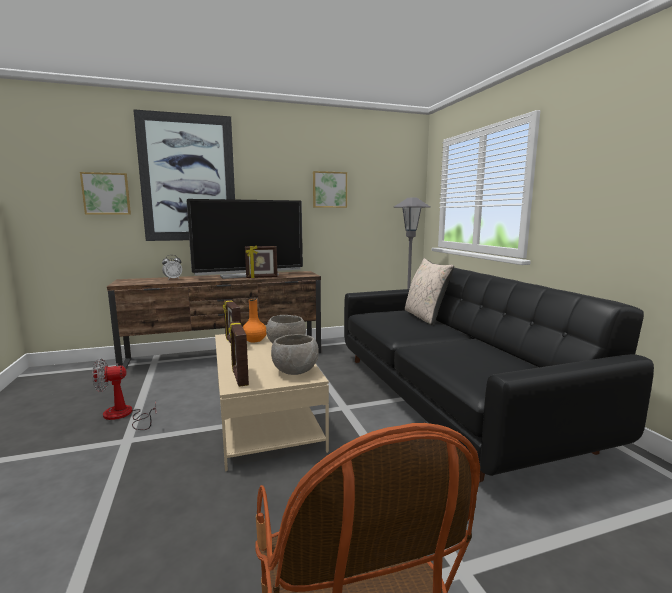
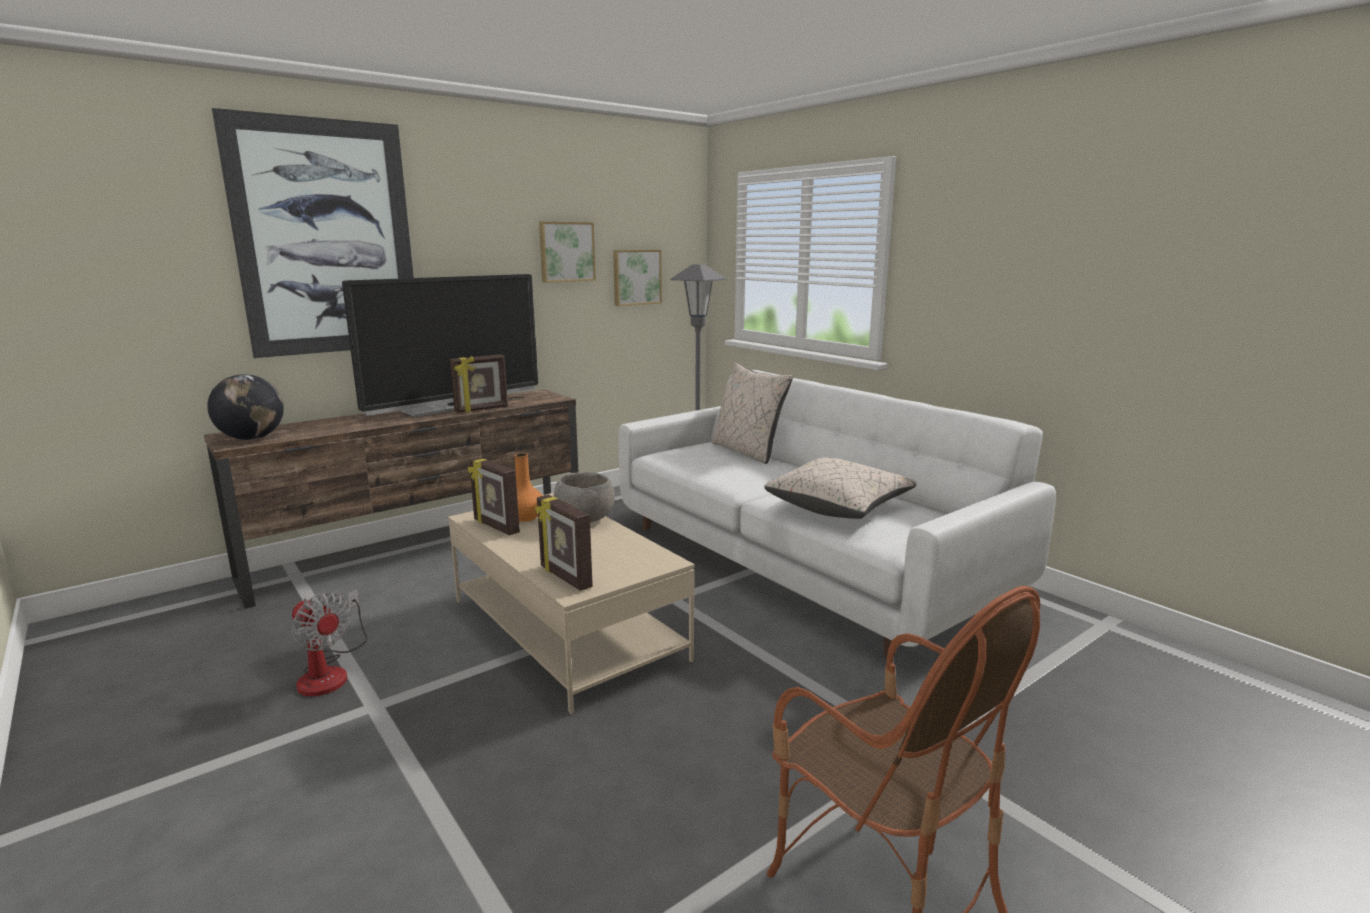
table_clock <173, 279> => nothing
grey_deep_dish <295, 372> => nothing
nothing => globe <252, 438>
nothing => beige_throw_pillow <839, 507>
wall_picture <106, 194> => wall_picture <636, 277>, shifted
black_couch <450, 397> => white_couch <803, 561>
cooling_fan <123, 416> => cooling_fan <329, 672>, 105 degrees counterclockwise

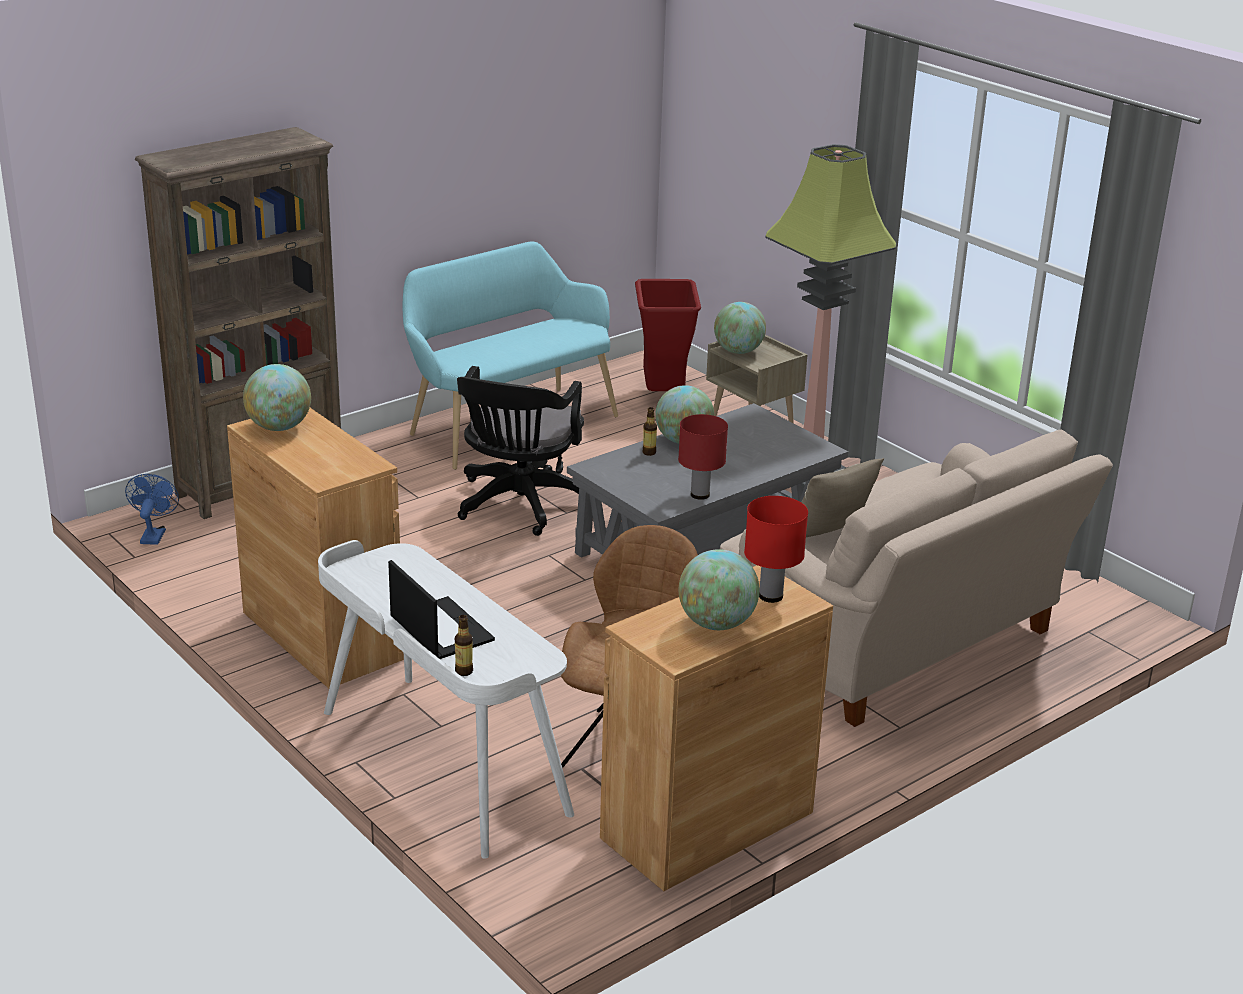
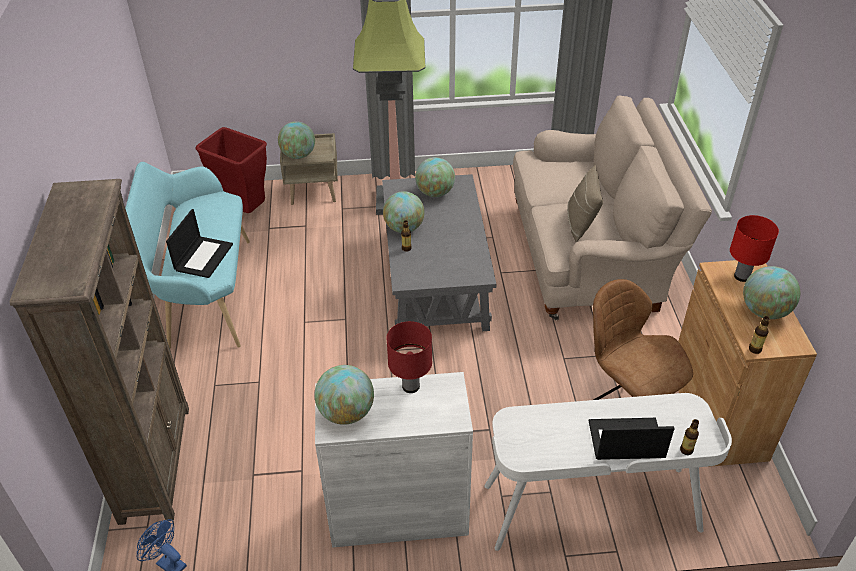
black_desk_chair <519, 506> => nothing
nothing => notebook_computer <203, 257>
nothing => globe <435, 193>
nothing => beverage_bottle <755, 349>
red-coloured_table_lamp <700, 495> => red-coloured_table_lamp <411, 386>, shifted
brown_cupboard <322, 635> => white_cupboard <398, 511>

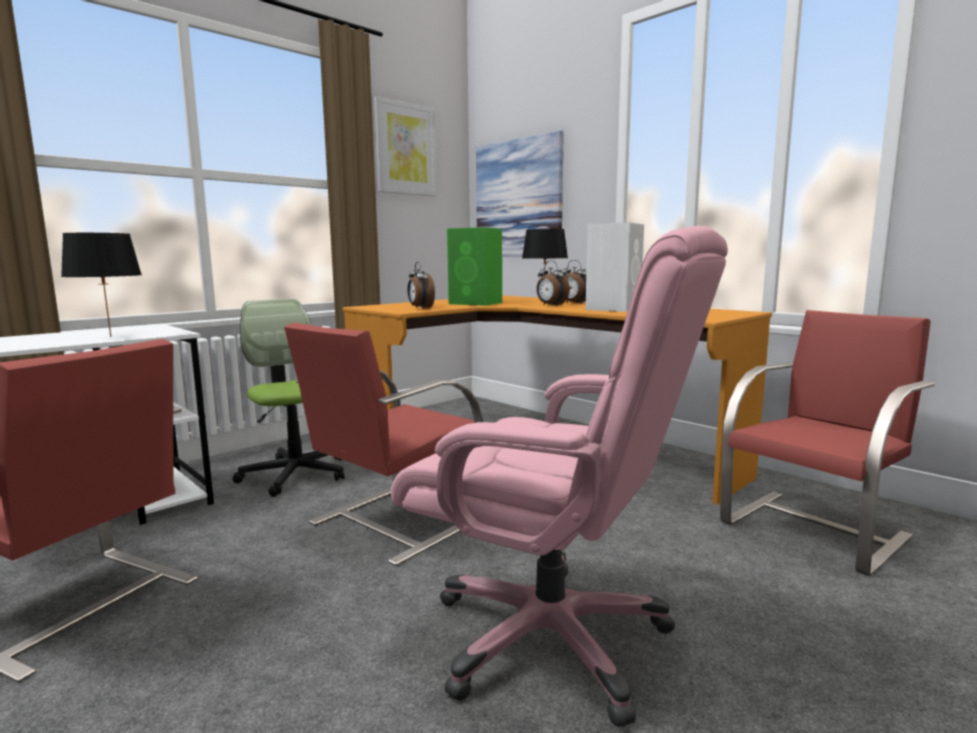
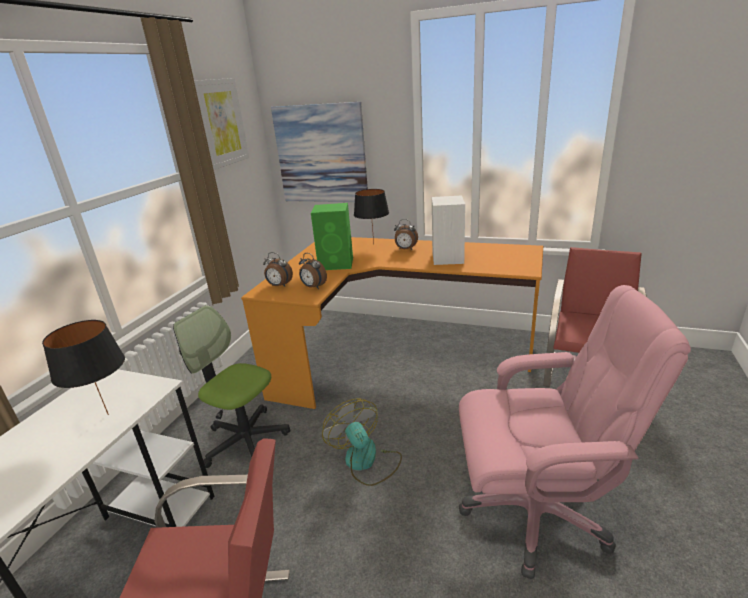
table_clock <551, 305> => table_clock <279, 286>, shifted
red-coloured_chair <391, 523> => cooling_fan <366, 461>

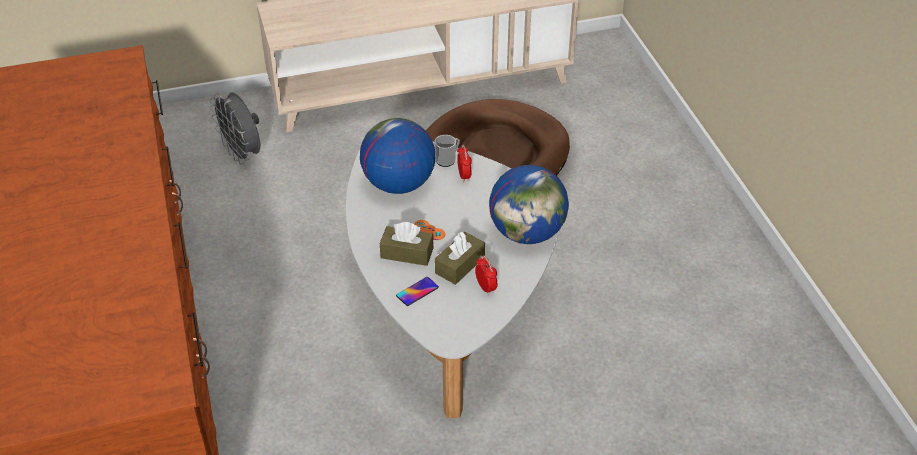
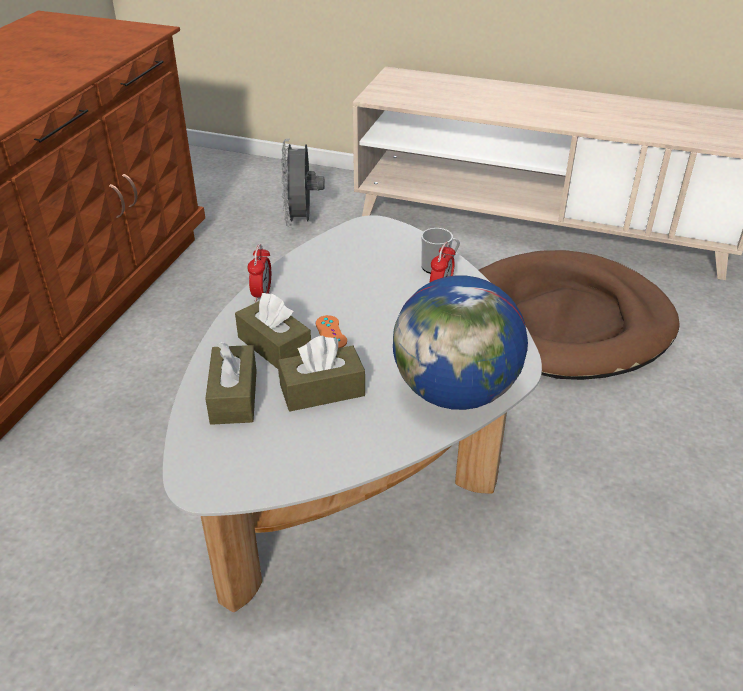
globe <398, 184> => nothing
table_clock <486, 287> => table_clock <262, 294>, shifted
handset <417, 291> => brown_tissue_box <234, 396>

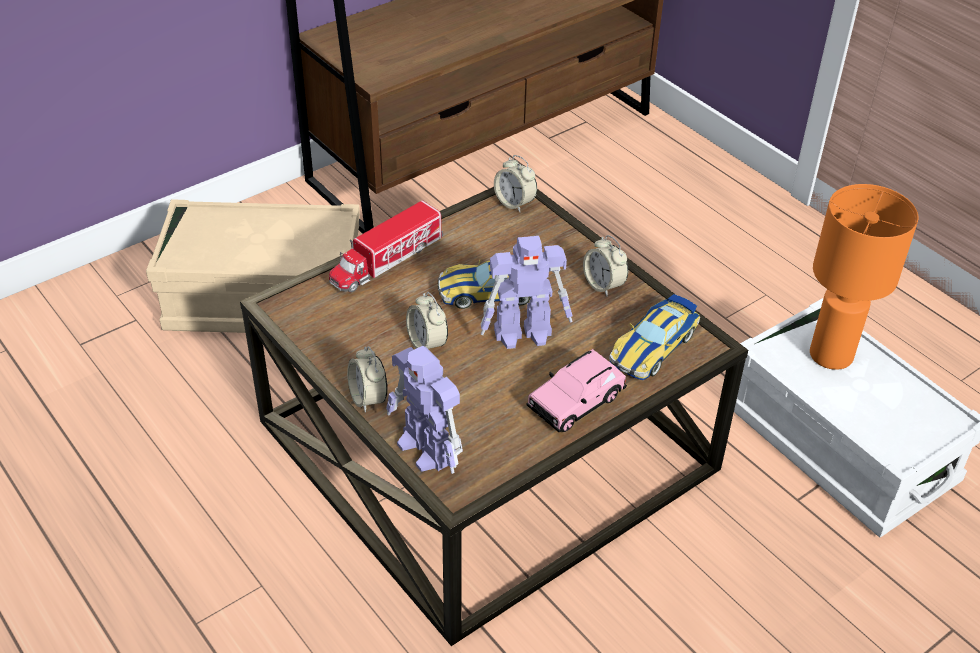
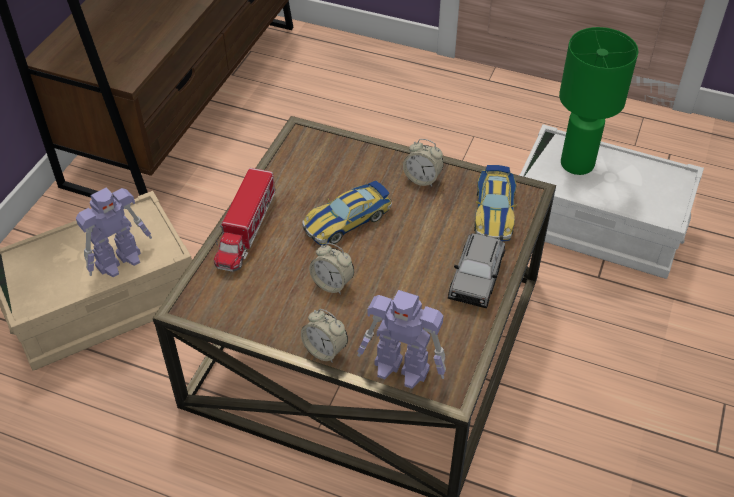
table_clock <514, 203> => nothing
robot_figure <524, 333> => robot_figure <120, 260>, shifted
pinkish_miniature_car <576, 402> => grey_miniature_car <476, 279>
orangey_table_lamp <830, 354> => green_table_lamp <576, 163>

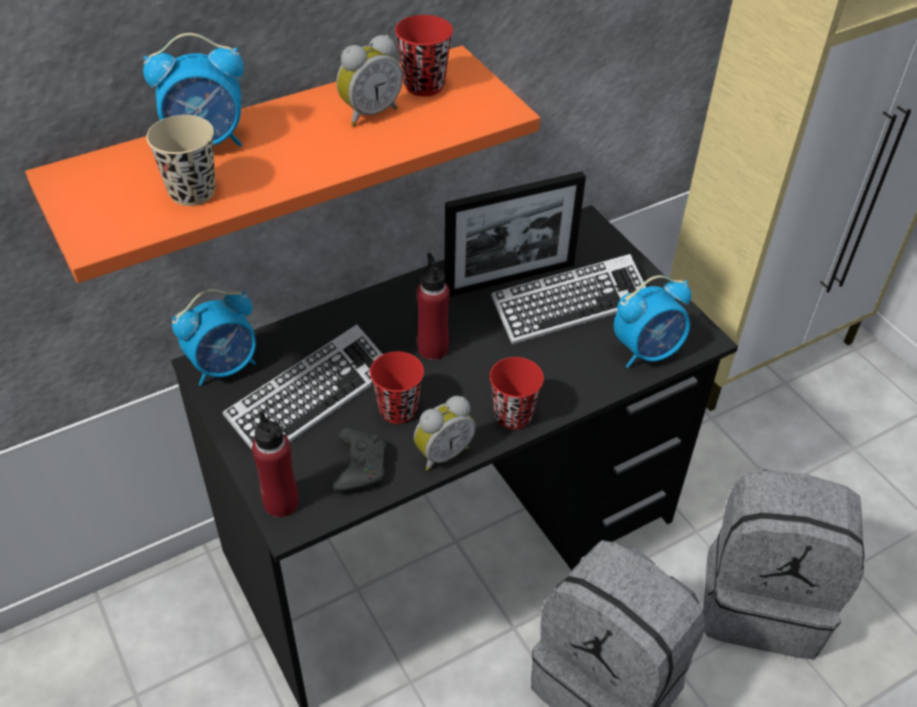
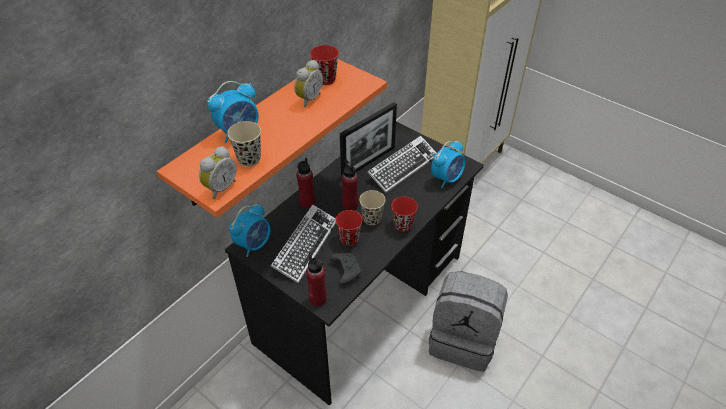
grey_backpack <762, 600> => nothing
nothing => red-coloured_beverage_bottle <307, 202>
nothing => beige_cup <372, 218>
table_clock <442, 453> => table_clock <220, 188>, shifted

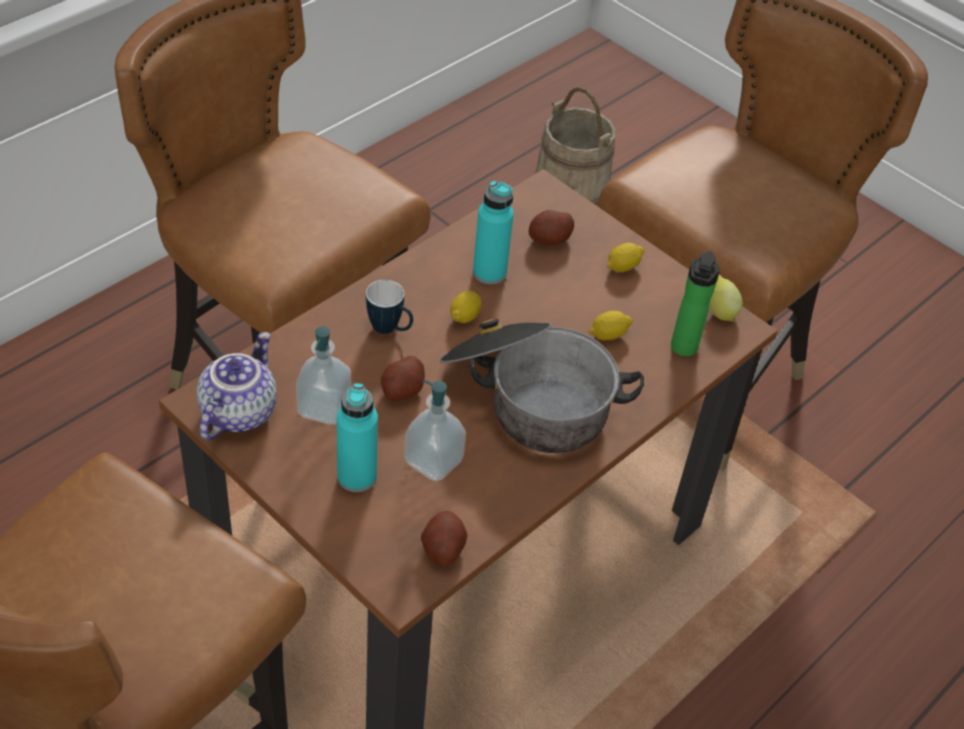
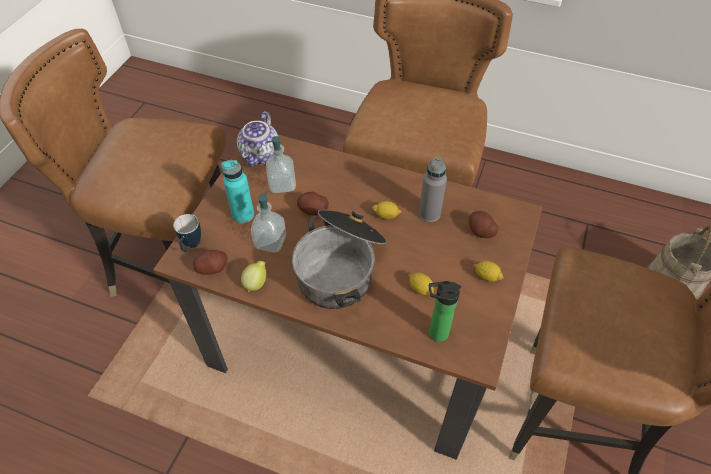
coffee_mug <390, 330> => coffee_mug <191, 246>, shifted
citrus_fruit <719, 311> => citrus_fruit <256, 283>, shifted
turquoise_beverage_bottle <489, 272> => grey_beverage_bottle <429, 213>
teapot <237, 411> => teapot <261, 155>, 105 degrees clockwise

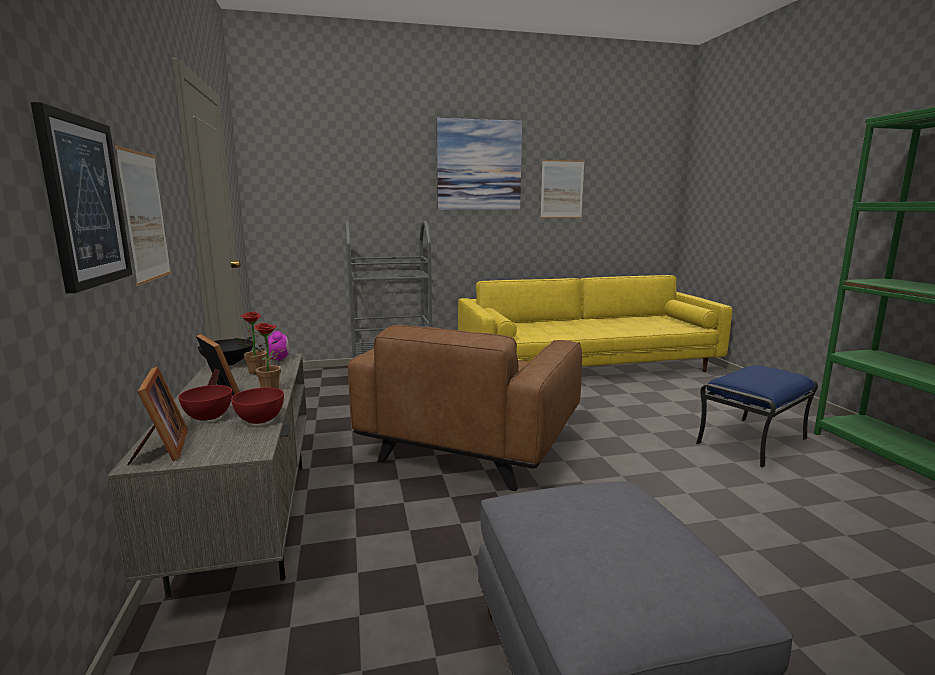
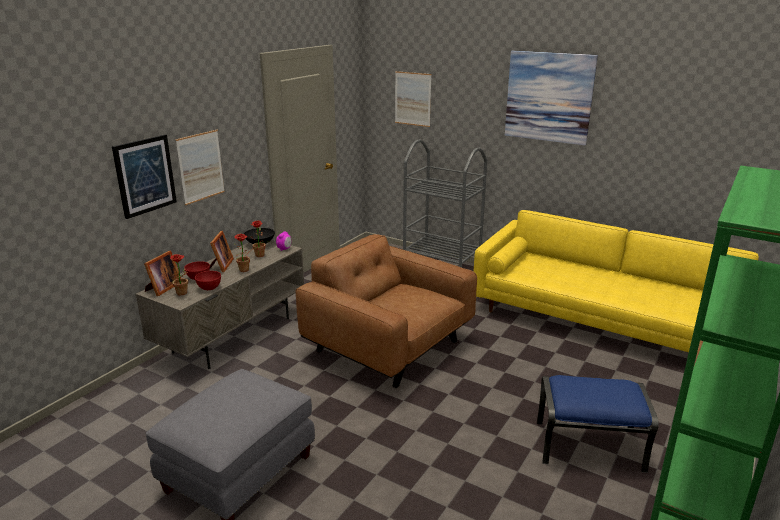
nothing => plant_in_a_pot <184, 293>
wall_picture <562, 189> => wall_picture <412, 99>, shifted
brown_easy_chair <471, 445> => brown_easy_chair <388, 346>, 60 degrees clockwise

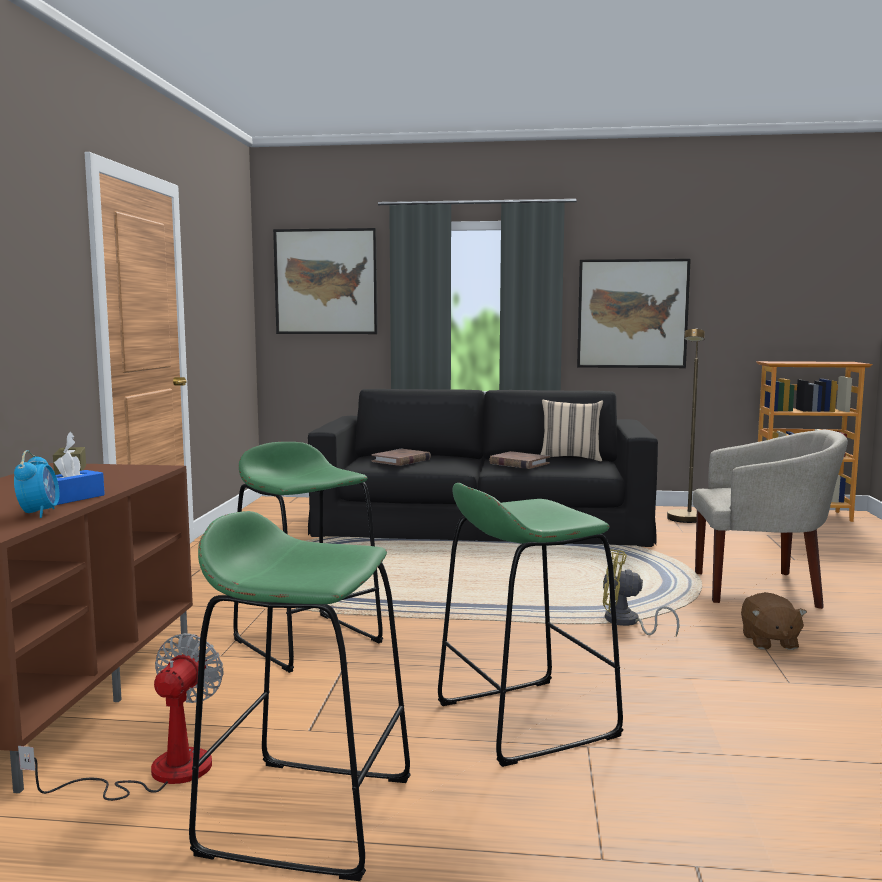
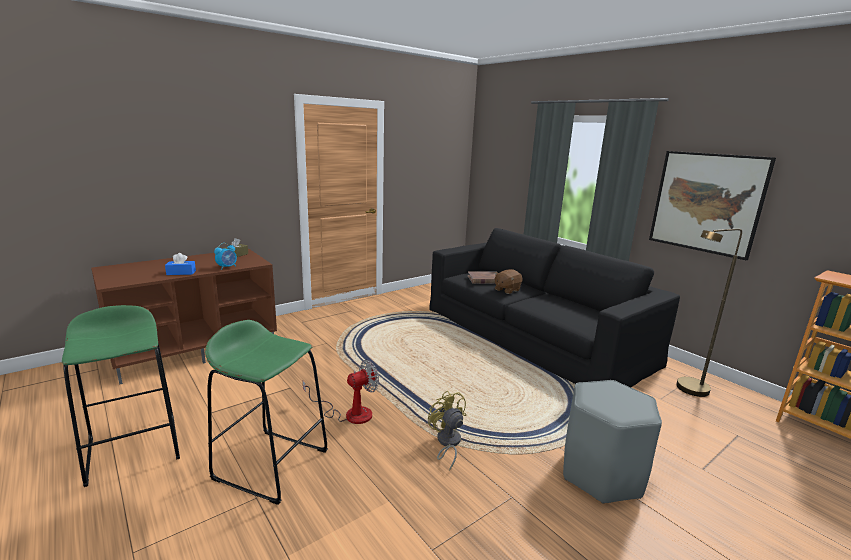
green_sitting_stool <308, 640> => nothing
wall_picture <326, 282> => nothing
brown_book <519, 463> => nothing
beige_throw_pillow <570, 458> => nothing
table_clock <39, 513> => table_clock <227, 267>, shifted
cooling_fan <157, 773> => cooling_fan <349, 413>, shifted
brown_plush_toy <769, 642> => brown_plush_toy <506, 290>, shifted
beige_easy_chair <760, 588> => grey_sitting_stool <601, 475>

